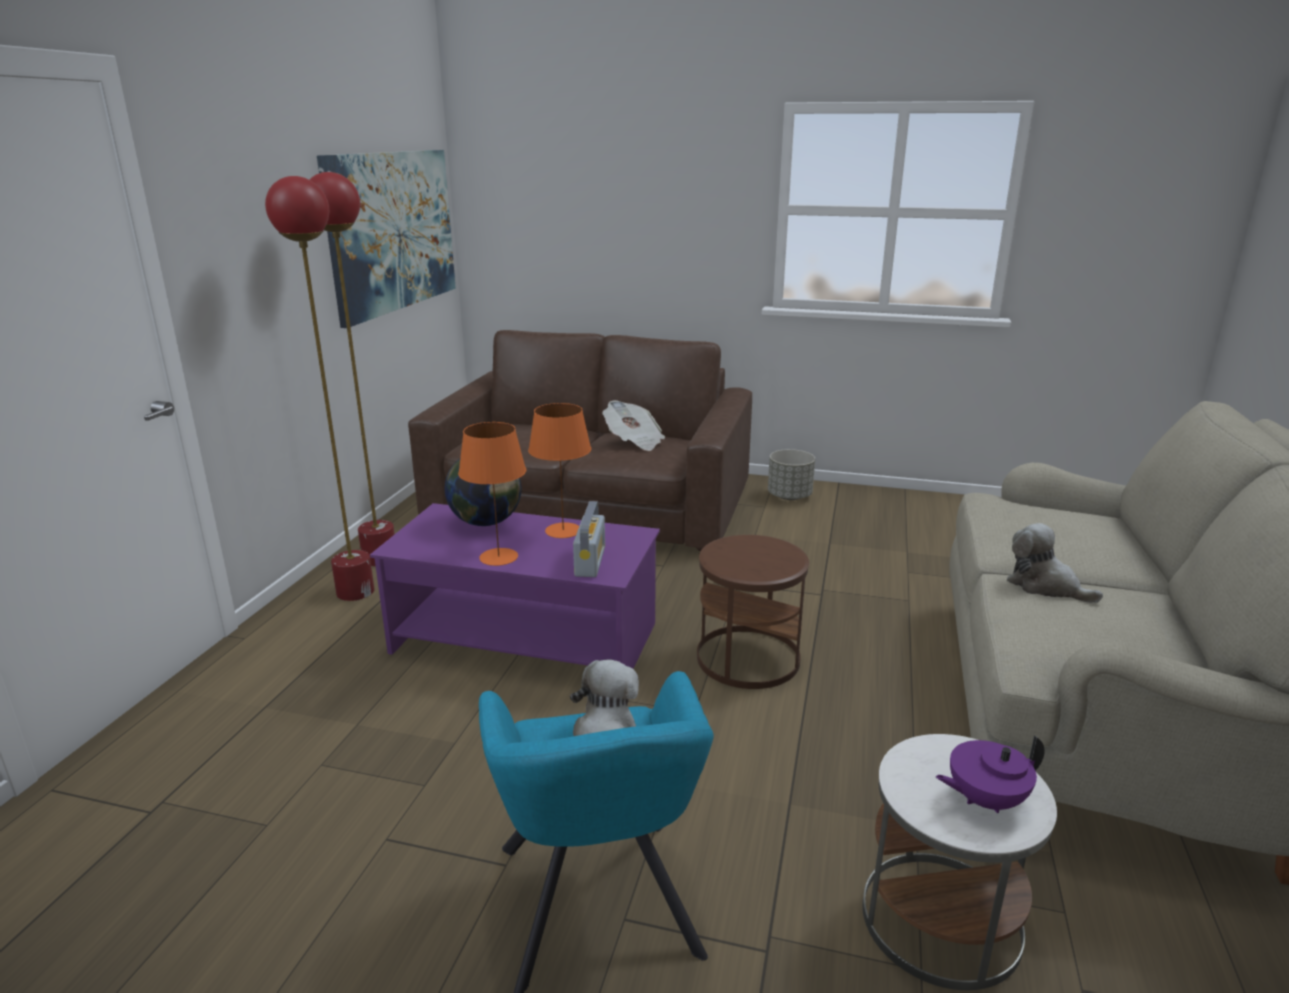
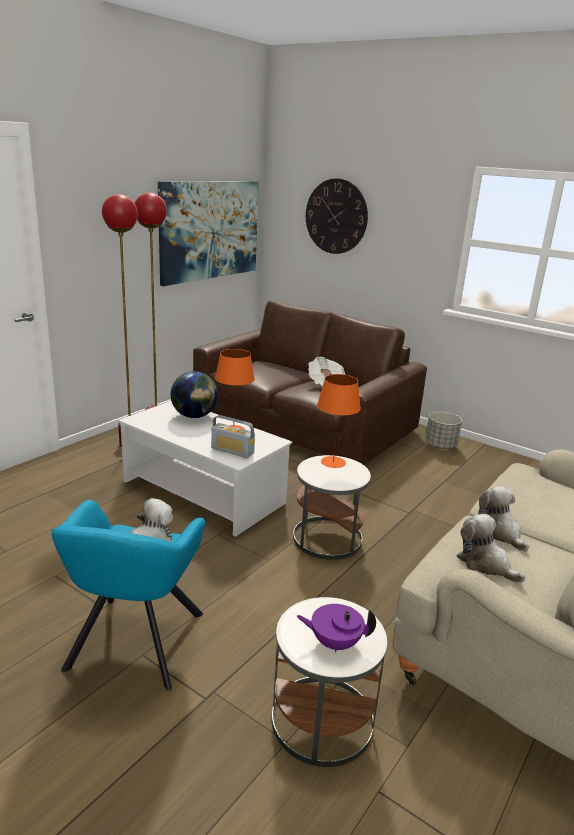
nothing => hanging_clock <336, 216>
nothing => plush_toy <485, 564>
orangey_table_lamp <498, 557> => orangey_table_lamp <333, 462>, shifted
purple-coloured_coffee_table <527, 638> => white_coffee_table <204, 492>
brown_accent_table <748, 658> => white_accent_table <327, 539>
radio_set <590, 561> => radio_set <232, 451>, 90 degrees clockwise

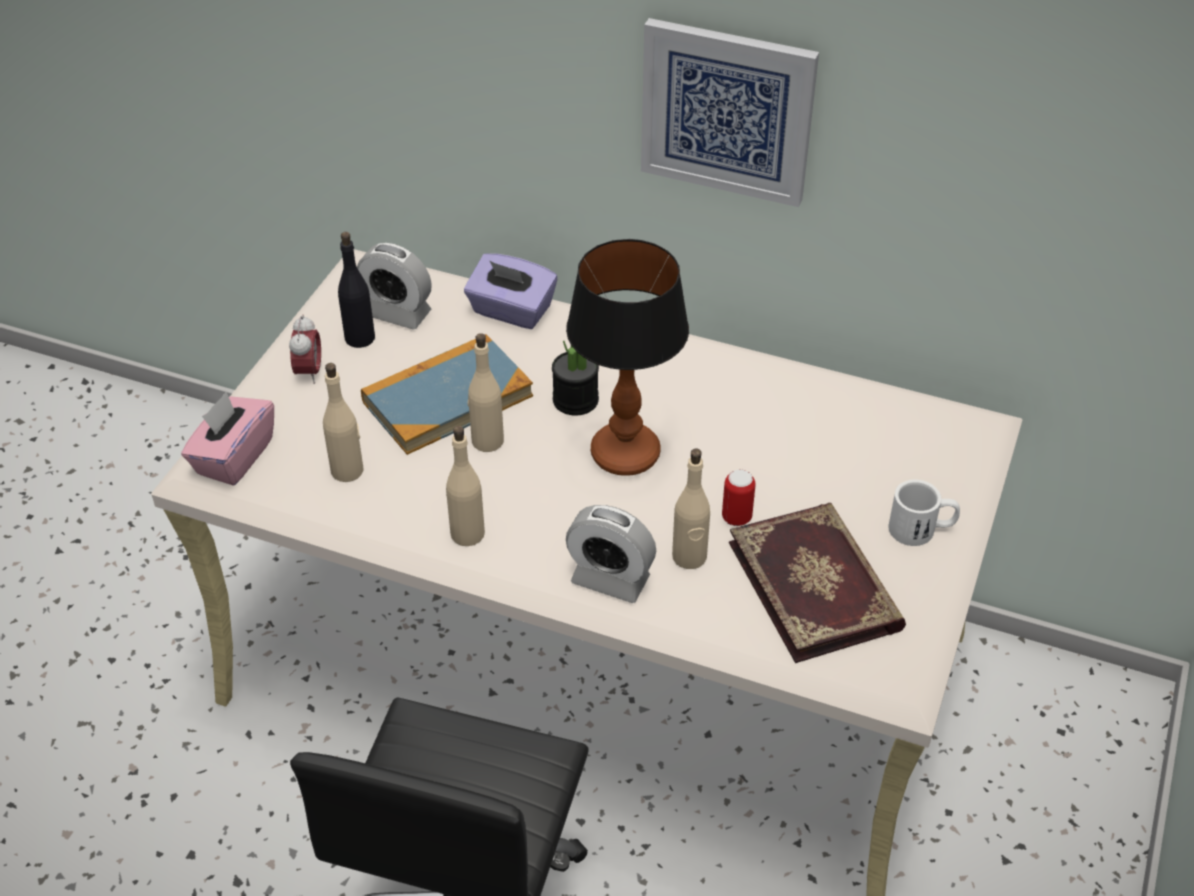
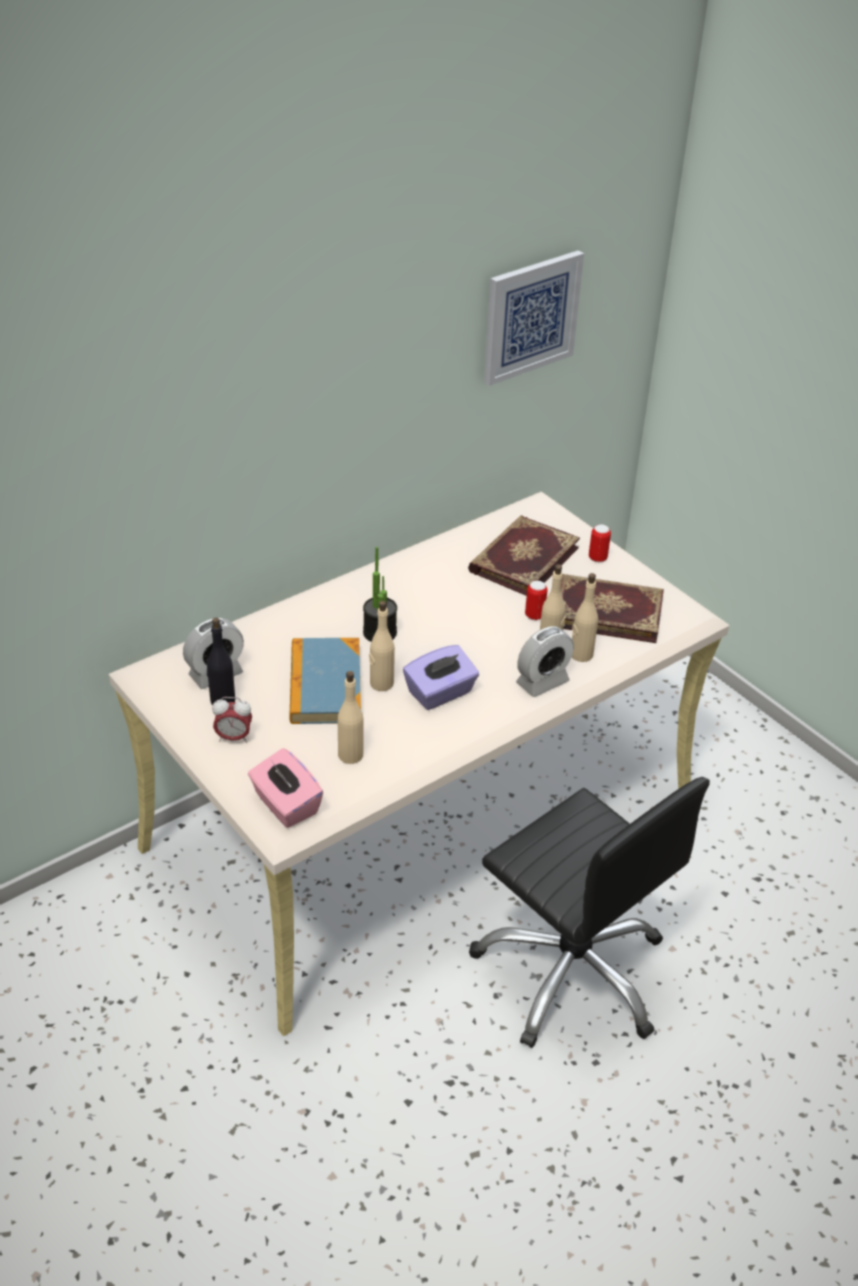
table_lamp <625, 453> => nothing
nothing => book <522, 559>
beige_beverage_bottle <467, 533> => beige_beverage_bottle <581, 654>, shifted
purple-coloured_tissue_box <511, 311> => purple-coloured_tissue_box <440, 693>, shifted
wall_picture <727, 111> => wall_picture <530, 316>, shifted
white_coffee_mug <921, 529> => sealed_can <597, 558>
table_clock <309, 372> => table_clock <233, 737>, 150 degrees clockwise

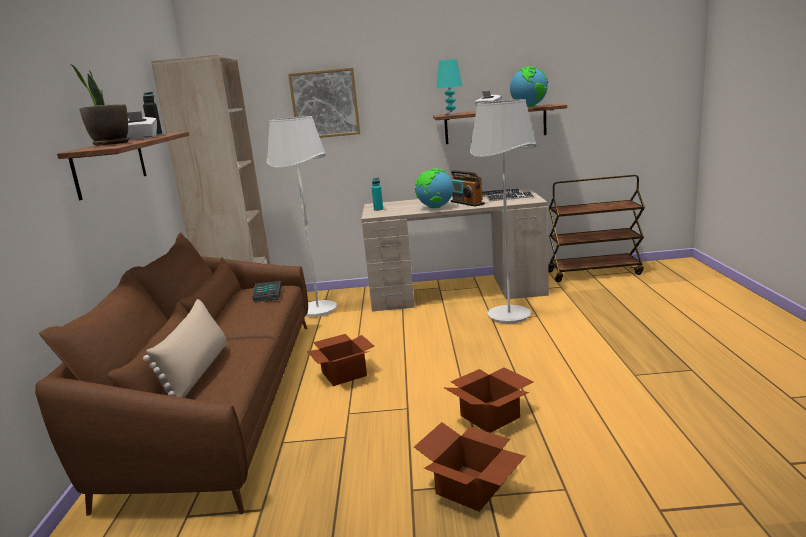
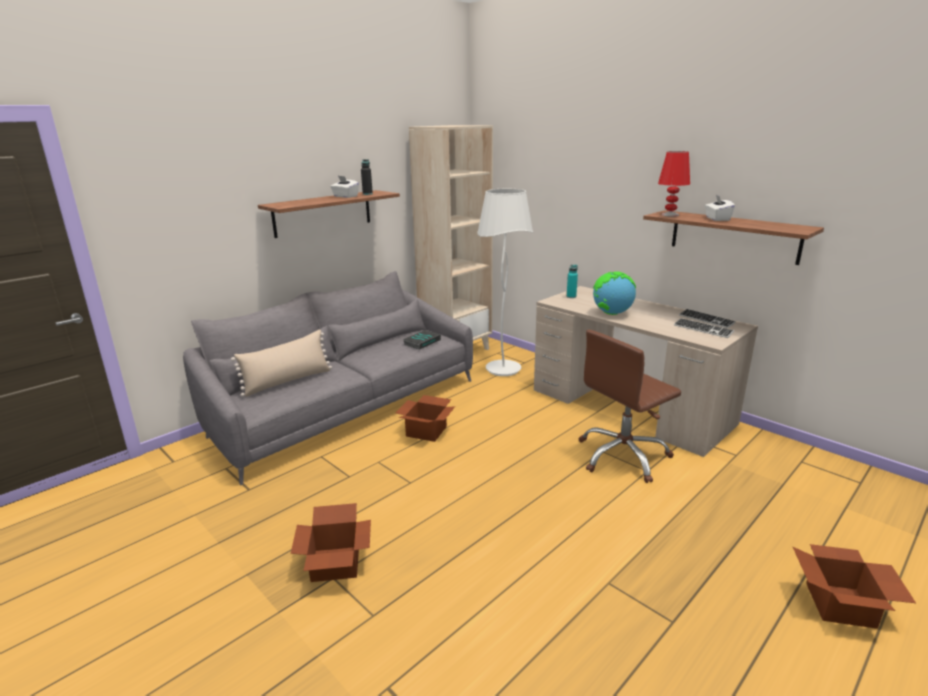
plant_in_a_pot <111, 144> => nothing
wall_picture <325, 104> => nothing
radio_set <467, 203> => nothing
globe <529, 107> => nothing
brown_trolley <594, 273> => nothing
cardboard_box <491, 416> => cardboard_box <842, 606>, shifted
white_standing_lamp <509, 316> => brown_desk_chair <623, 456>
brown_couch <221, 401> => grey_couch <344, 408>
turquoise_table_lamp <451, 114> => red-coloured_table_lamp <670, 215>

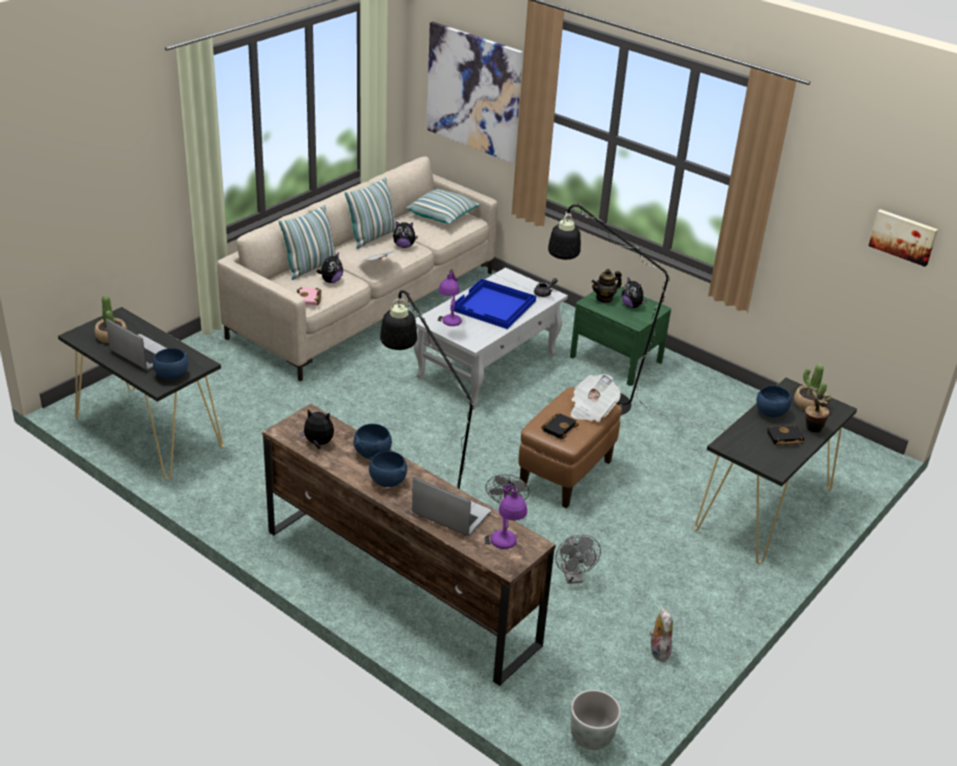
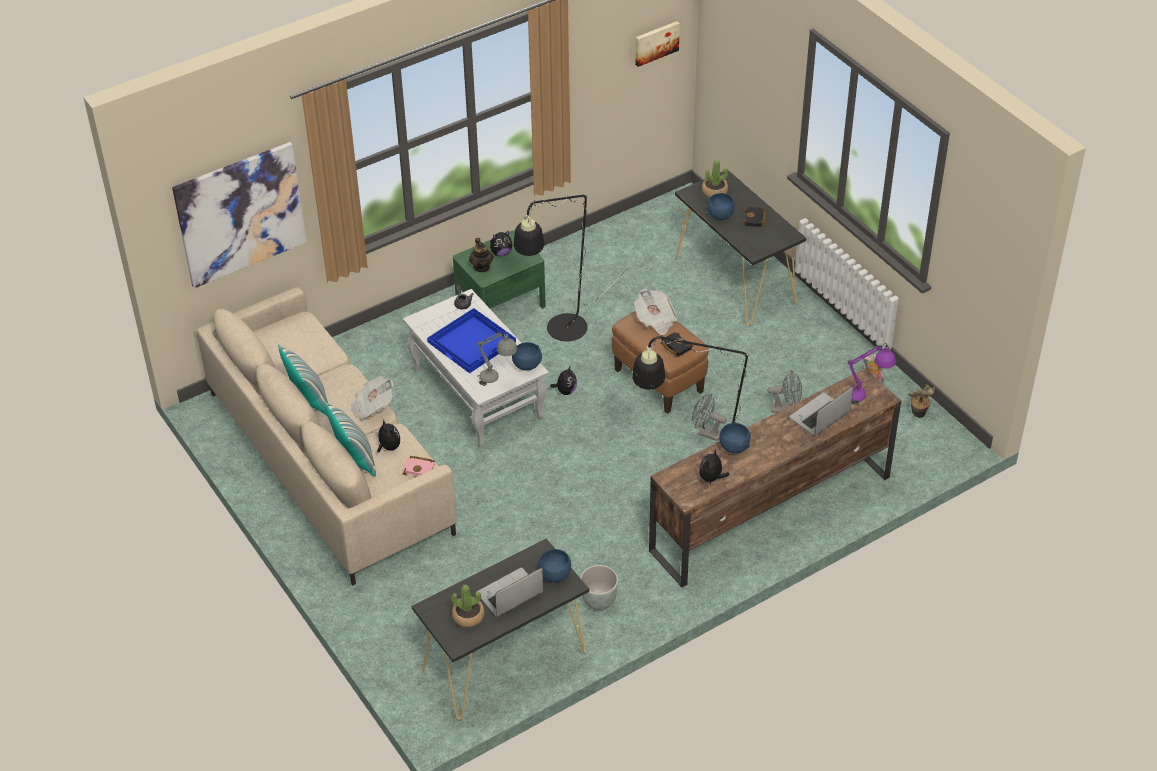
throw_pillow <443, 215> => nothing
blue-coloured_deep_dish <387, 481> => blue-coloured_deep_dish <526, 365>, shifted
plush_toy <404, 246> => plush_toy <565, 391>, shifted
grey_flower_pot <590, 738> => grey_flower_pot <599, 601>, shifted
plant_in_a_pot <811, 429> => plant_in_a_pot <918, 415>, shifted
purple-coloured_table_lamp <449, 326> => grey_table_lamp <497, 380>

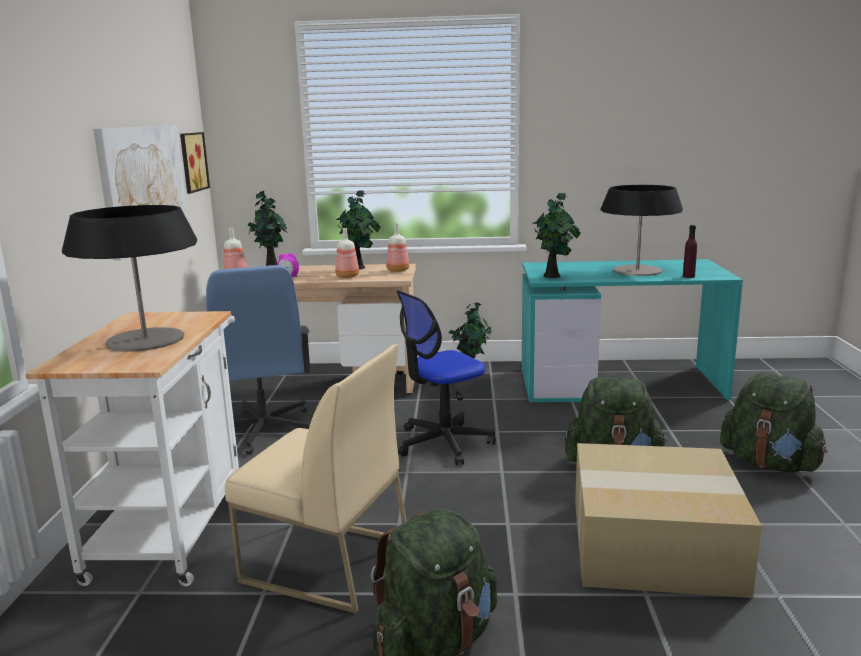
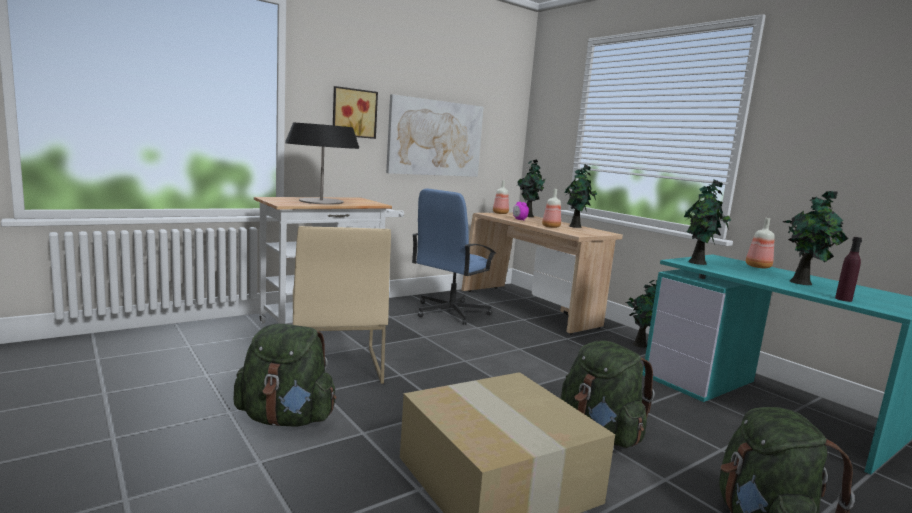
desk_chair <443, 443> => nothing
wall_picture <191, 162> => wall_picture <353, 113>, shifted
beverage_bottle <397, 270> => beverage_bottle <757, 267>, shifted
table_lamp <637, 270> => plant_in_a_pot <802, 283>

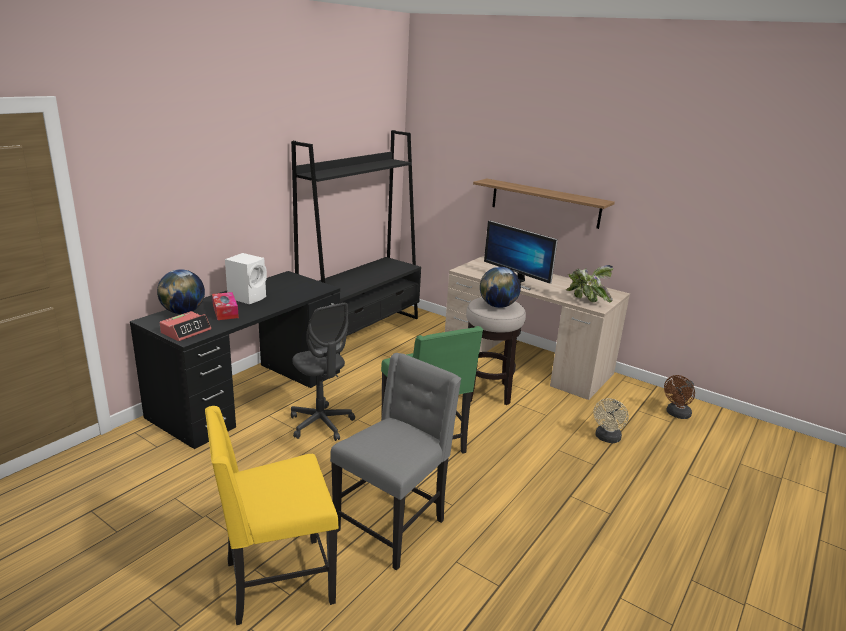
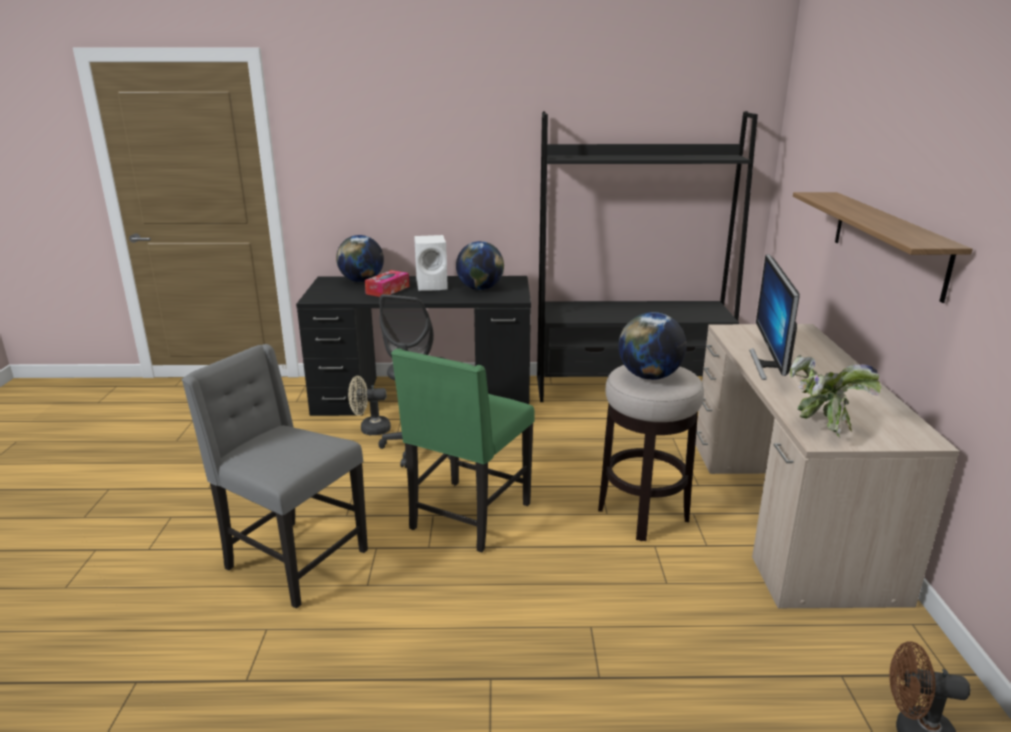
table_clock <186, 331> => nothing
yellow_chair <276, 582> => nothing
nothing => globe <480, 289>
beige_cooling_fan <607, 438> => beige_cooling_fan <370, 429>, shifted
grey_chair <392, 525> => grey_chair <293, 560>, 150 degrees counterclockwise

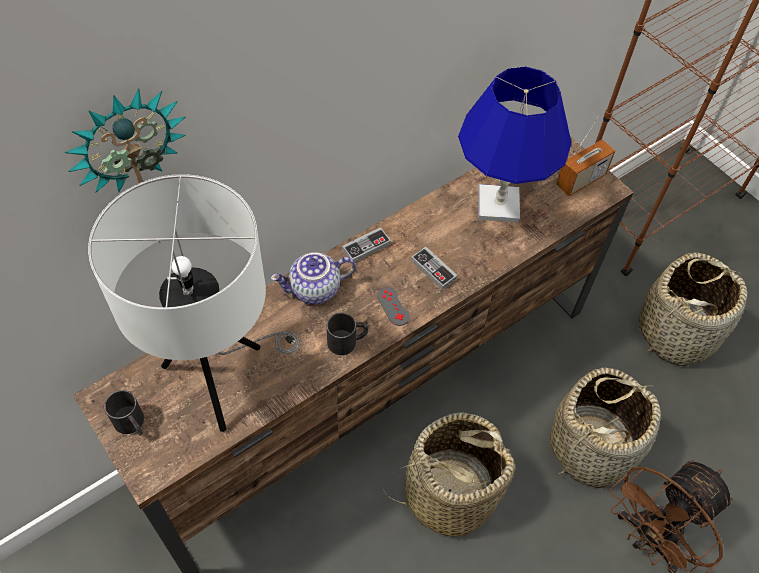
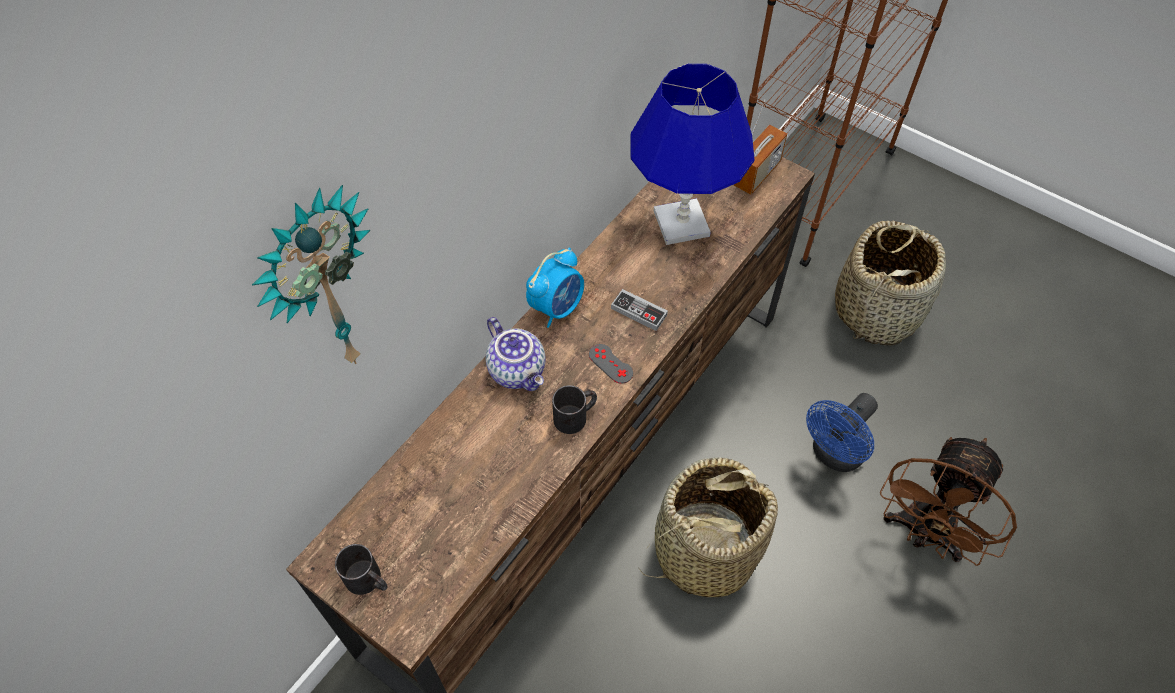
white_table_lamp <221, 378> => nothing
gamepad <366, 247> => table_clock <557, 307>
household_basket <592, 446> => blue-coloured_cooling_fan <834, 455>
teapot <314, 290> => teapot <518, 370>, 90 degrees counterclockwise

